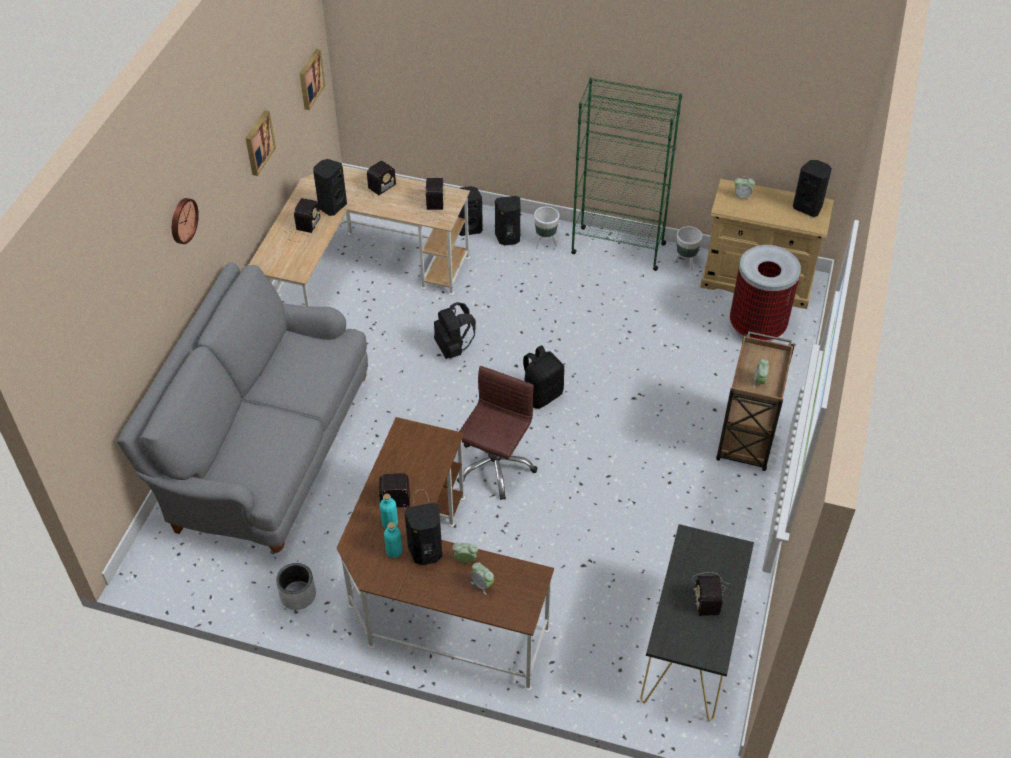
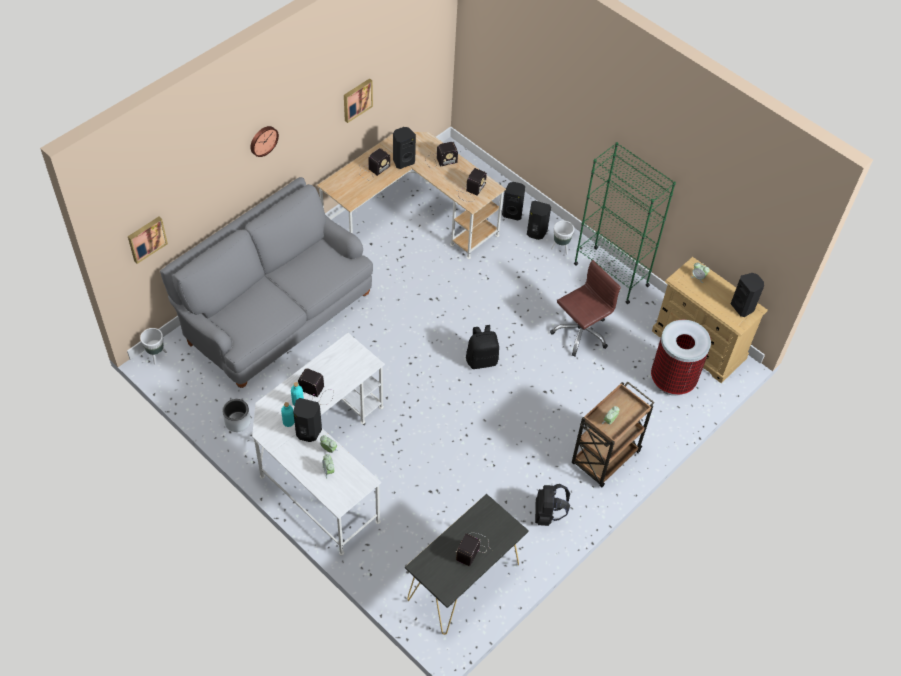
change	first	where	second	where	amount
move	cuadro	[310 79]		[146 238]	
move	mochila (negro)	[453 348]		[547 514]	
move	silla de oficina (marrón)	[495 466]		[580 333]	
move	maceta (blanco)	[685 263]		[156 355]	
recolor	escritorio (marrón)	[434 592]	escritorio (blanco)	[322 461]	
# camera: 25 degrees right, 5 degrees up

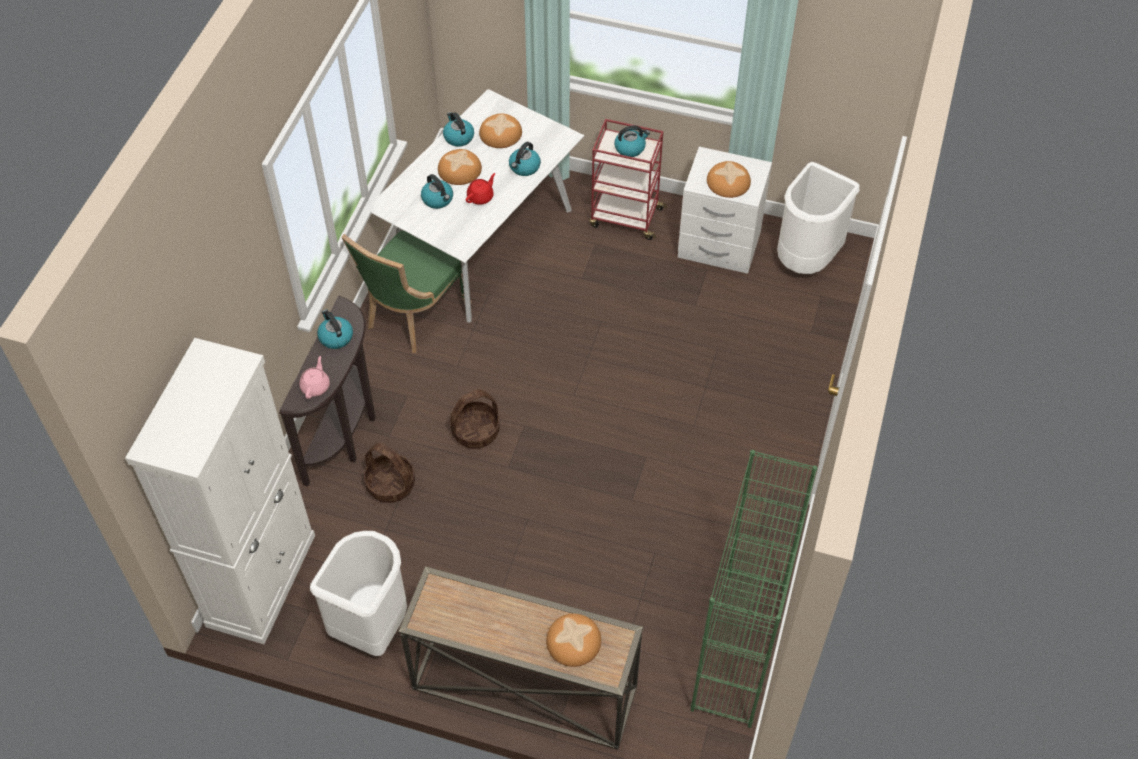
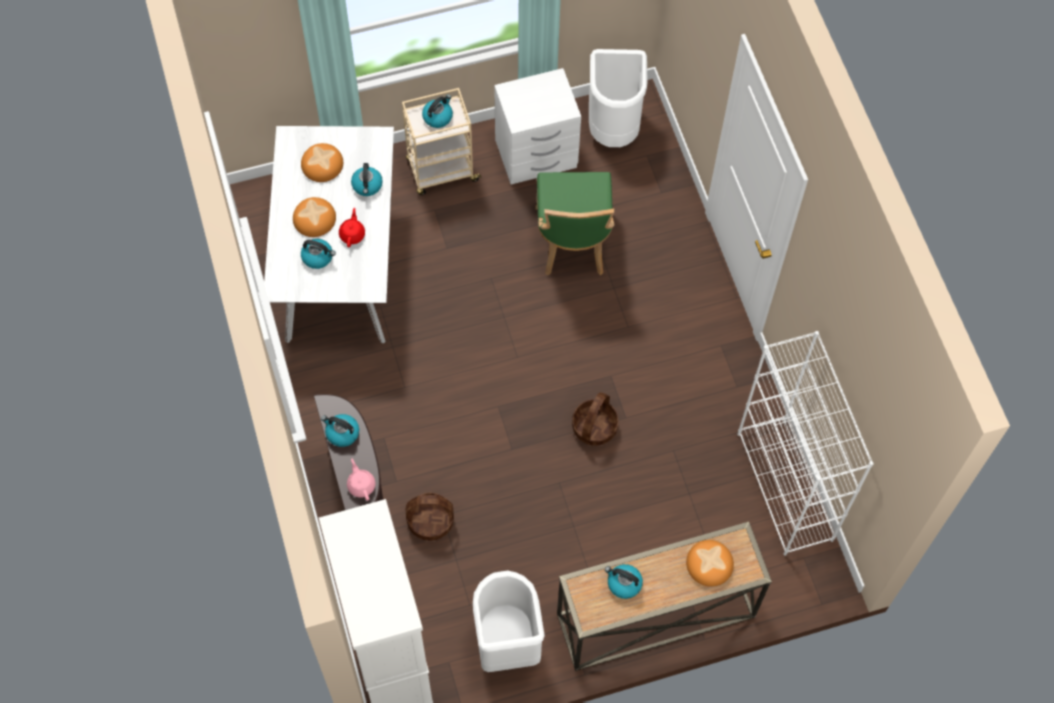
change	first	where	second	where	amount
delete	pan	[727 182]			
move	silla (verde)	[413 315]		[573 243]	
move	hervidor	[458 137]		[623 583]	
move	cesta	[475 432]		[594 427]	
recolor	carrito (rojo)	[625 217]	carrito (beis)	[441 171]	
recolor	estantería (verde)	[739 649]	estantería (blanco)	[785 487]	
# camera: 35 degrees left, 10 degrees up

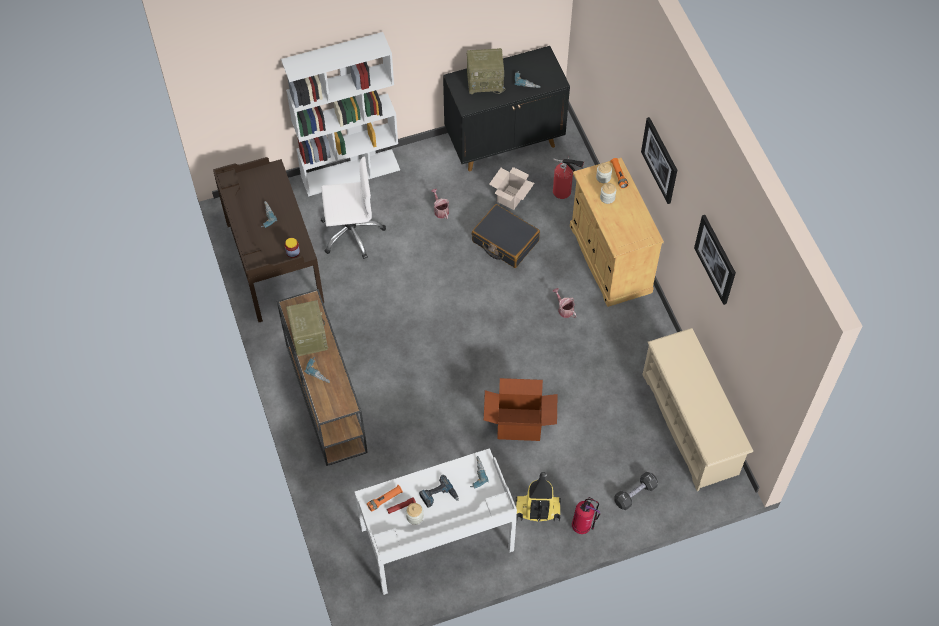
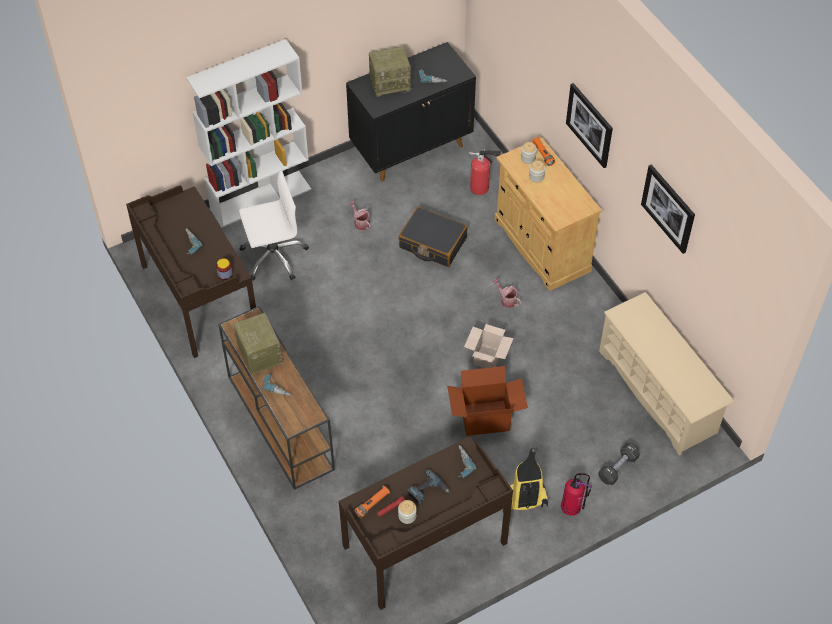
change	first	where	second	where	amount
move	caja de cartón	[511 197]		[487 356]	
recolor	escritorio (blanco)	[437 540]	escritorio (marrón)	[425 545]	
# camera: 10 degrees left, 5 degrees down

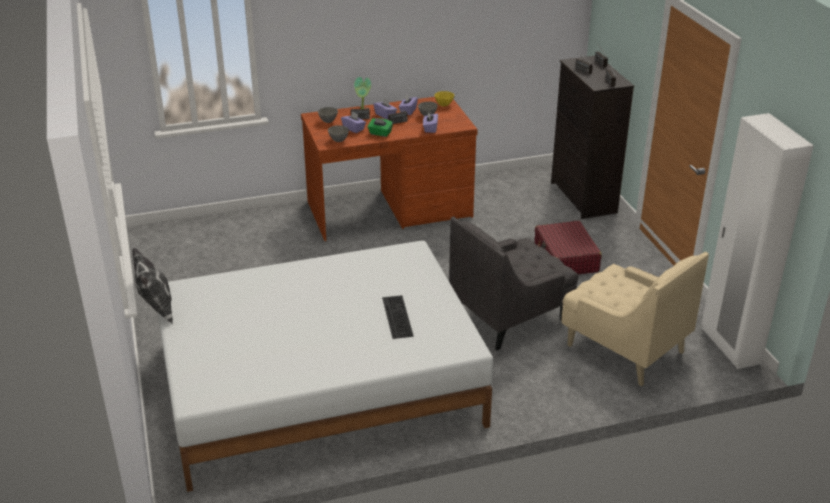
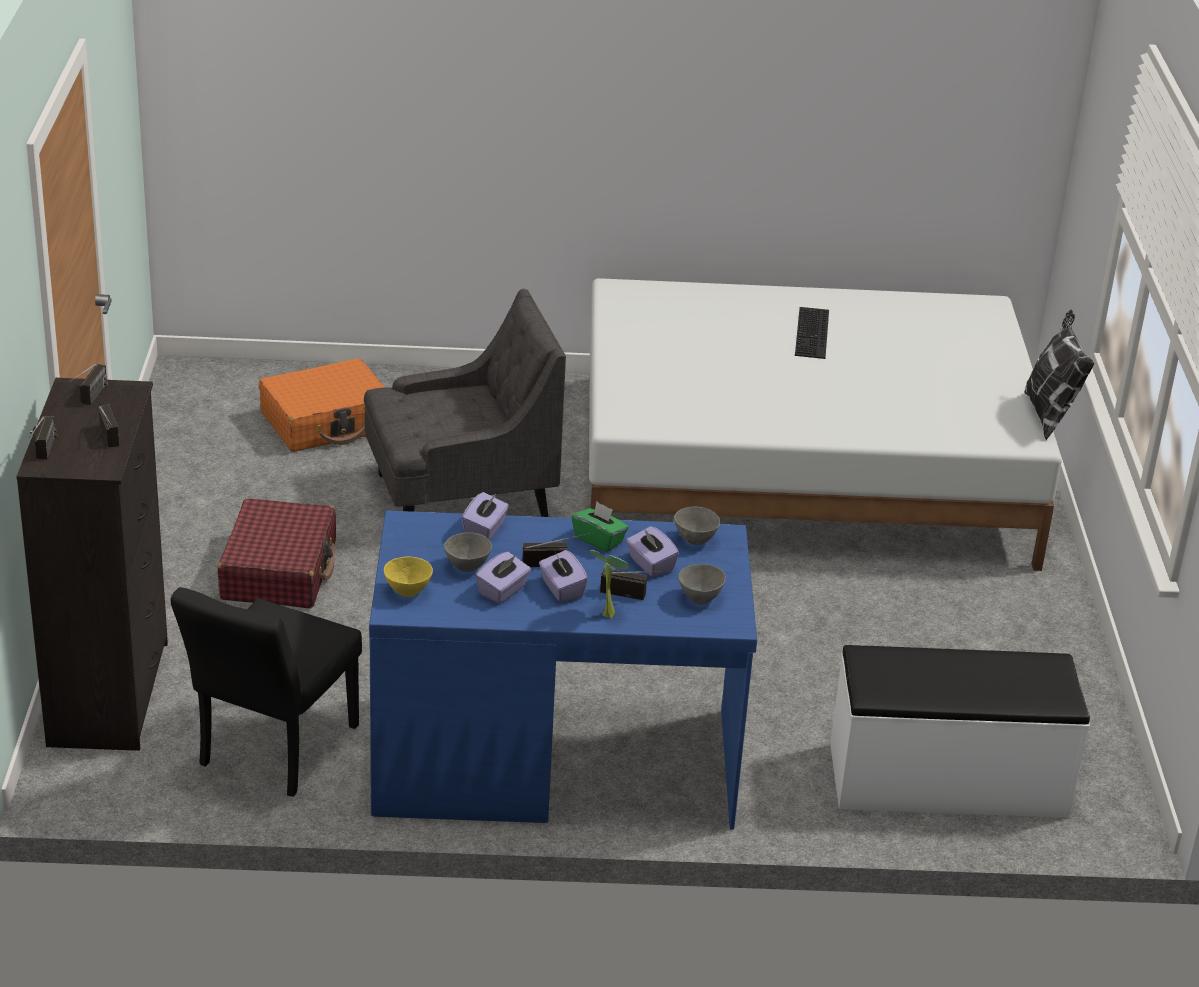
change	first	where	second	where	amount
delete	armario ropero (blanco)	[730 346]			
insert			silla (negro)	[271 752]	
insert			banco (blanco)	[947 781]	
move	teclado	[396 316]		[814 333]	
replace	sillón (beis)	[623 348]	maleta (naranja)	[327 422]	
recolor	escritorio (marrón)	[390 210]	escritorio (azul)	[553 760]	
# camera: 165 degrees left, 0 degrees up

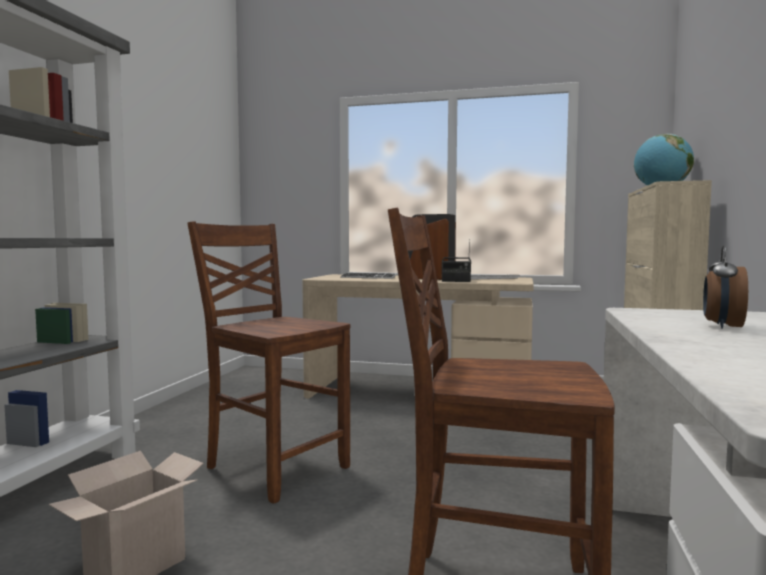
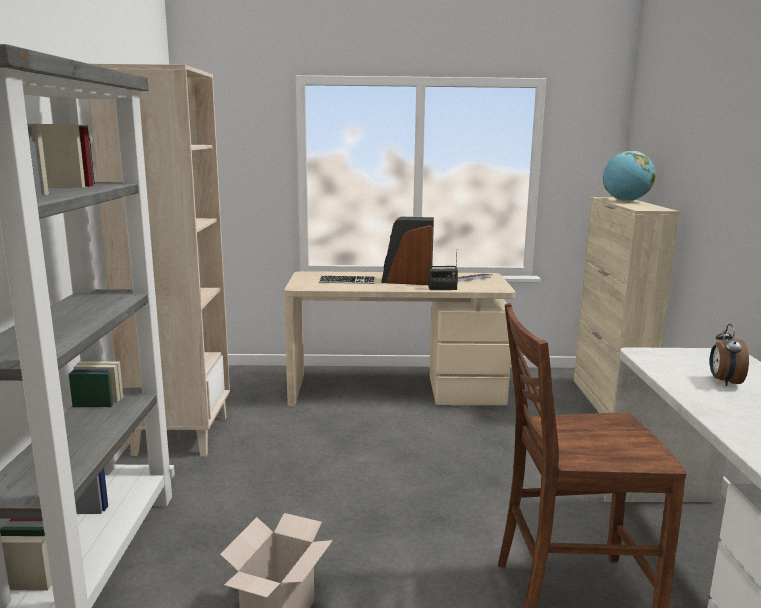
change	first	where	second	where	amount
delete	silla (marrón)	[275 467]			
insert			estantería (beis)	[181 435]	
# camera: 15 degrees left, 10 degrees up

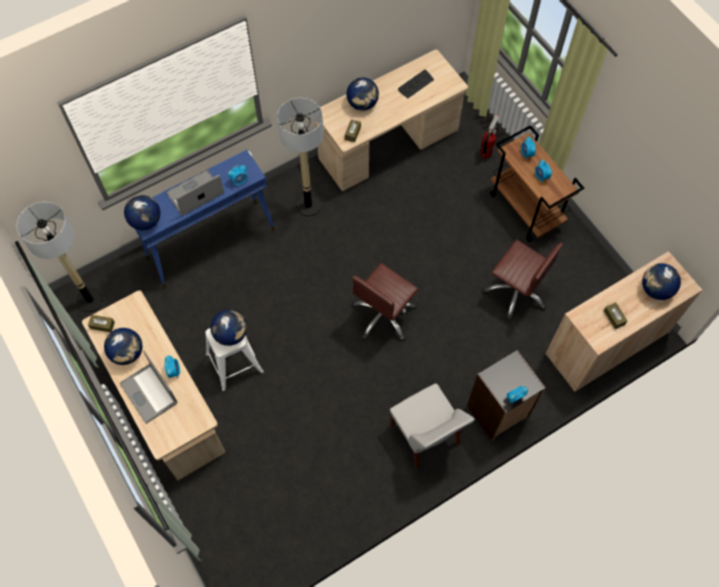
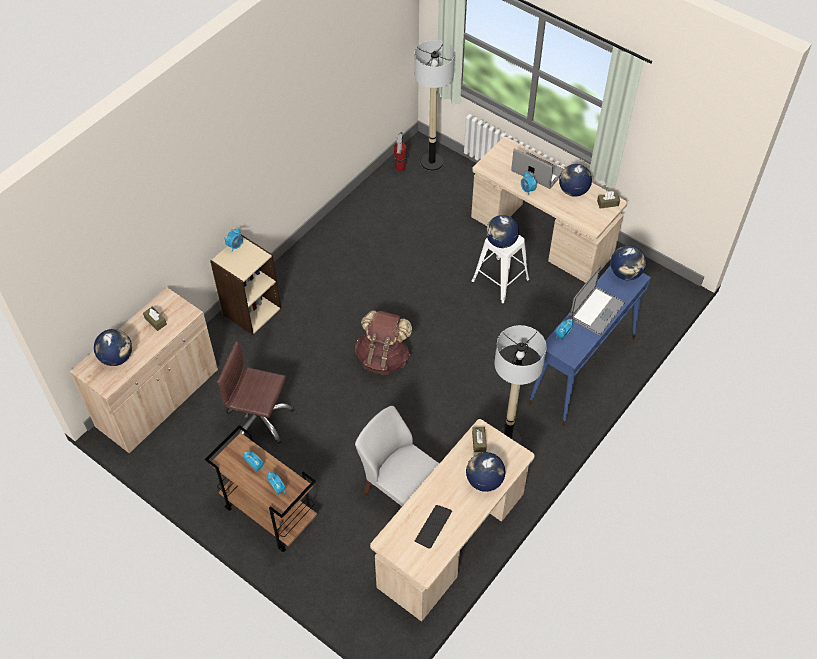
change	first	where	second	where	amount
move	lámpara de pie	[90 300]		[431 162]	
move	silla (blanco)	[425 436]		[399 489]	
move	extintor	[486 154]		[400 168]	
replace	silla de oficina (marrón)	[383 315]	mochila (marrón)	[383 358]	
recolor	estantería (negro)	[498 412]	estantería (beis)	[251 311]	
# camera: 160 degrees right, 10 degrees down

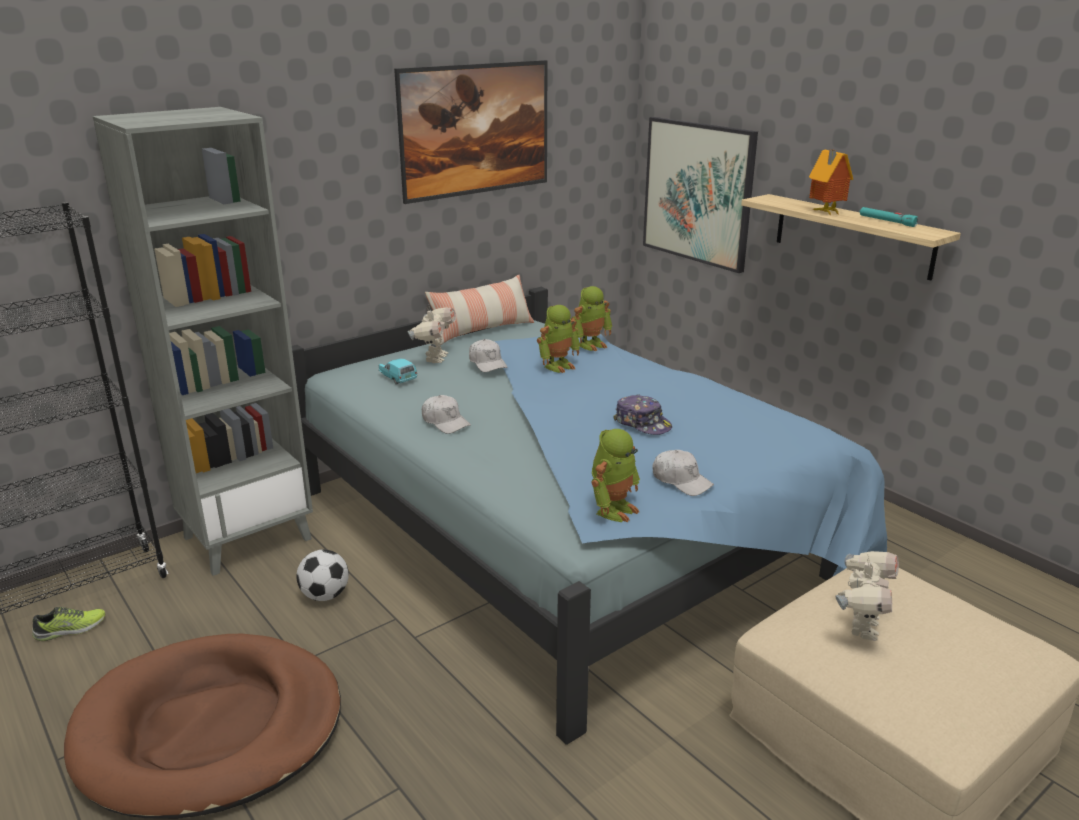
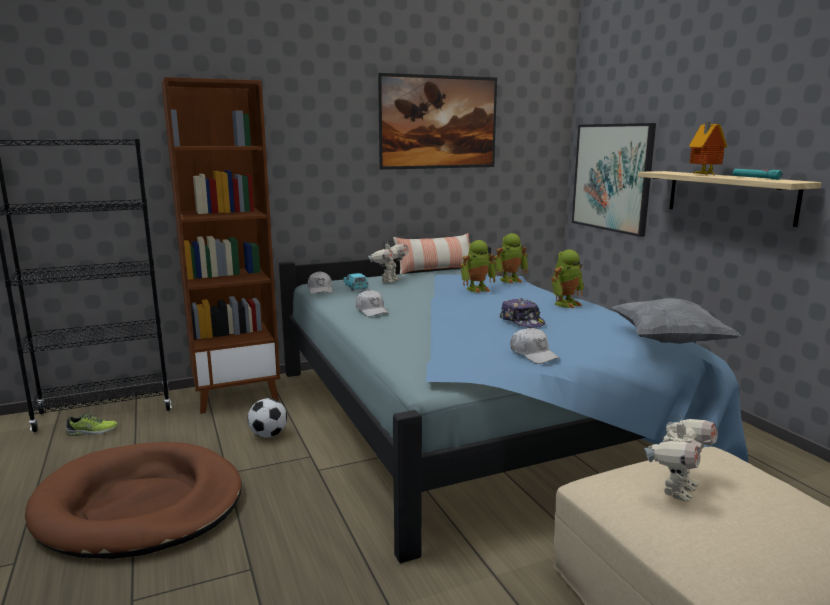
change	first	where	second	where	amount
insert			cojín (gris)	[669 341]	
move	gorra (blanco)	[487 363]		[320 290]	
move	robot de juguete	[613 509]		[565 304]	
recolor	estantería (gris)	[248 537]	estantería (marrón)	[237 394]	
# camera: 15 degrees right, 10 degrees down

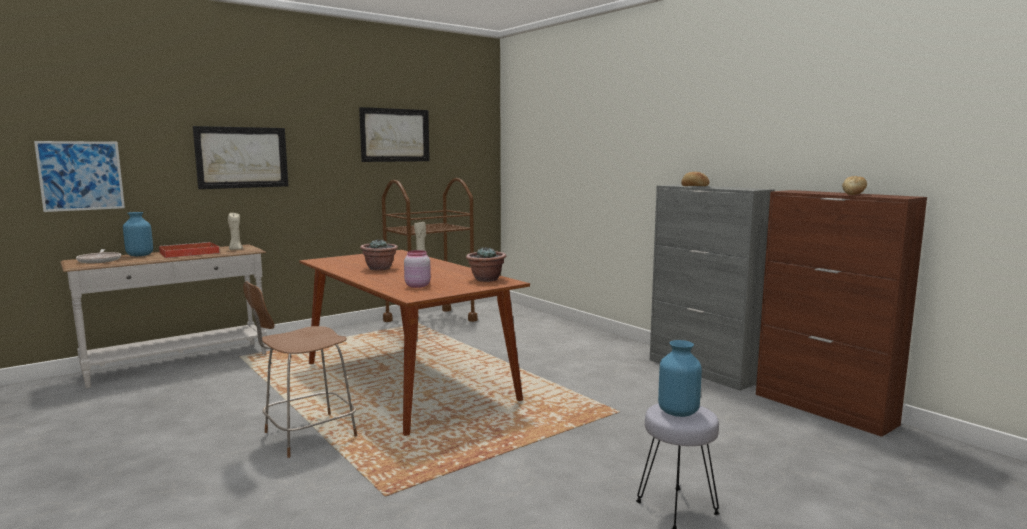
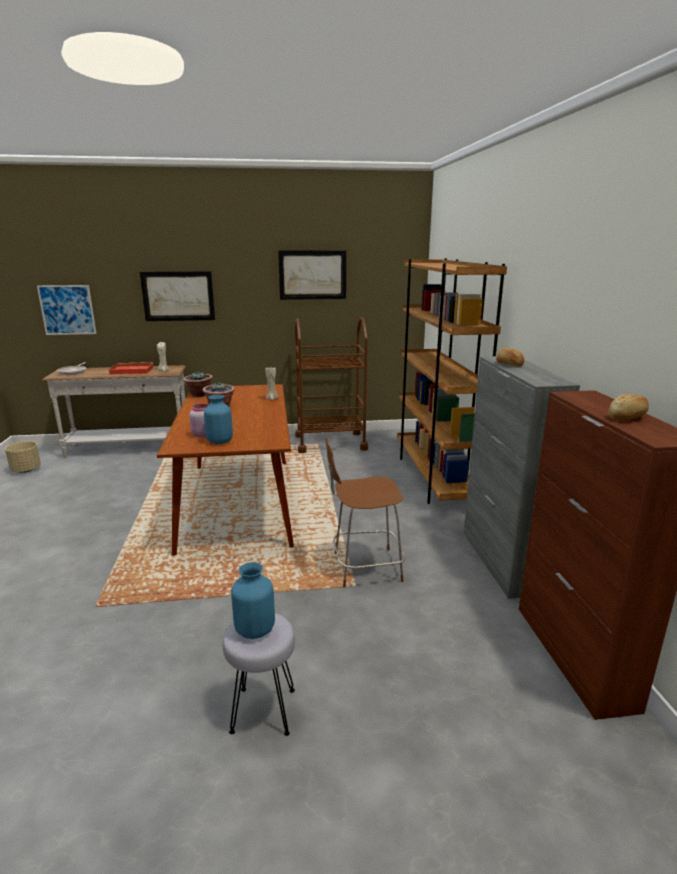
change	first	where	second	where	amount
insert			maceta (beis)	[26 470]	
insert			estantería (marrón)	[434 478]	
move	florero (azul)	[140 255]		[220 441]	
move	silla (marrón)	[306 435]		[364 567]	
move	planta en maceta	[486 279]		[199 394]	
# camera: 30 degrees right, 10 degrees up

